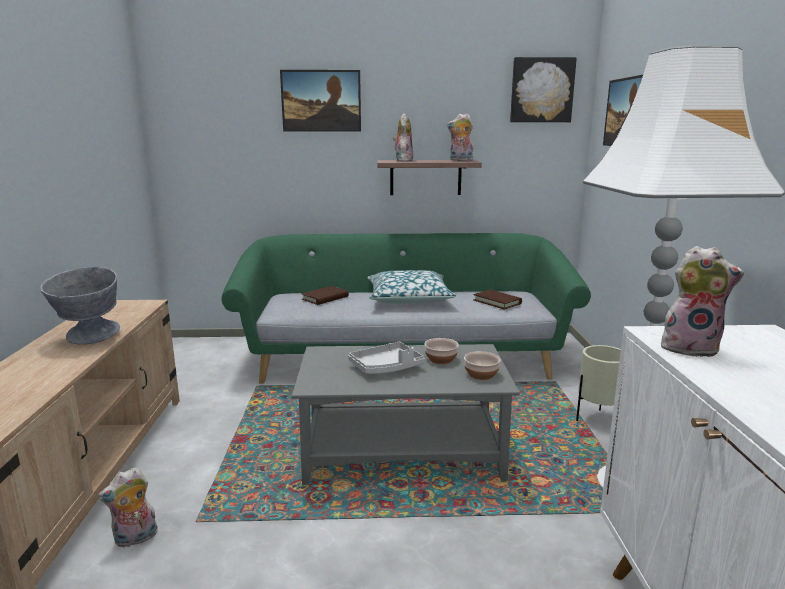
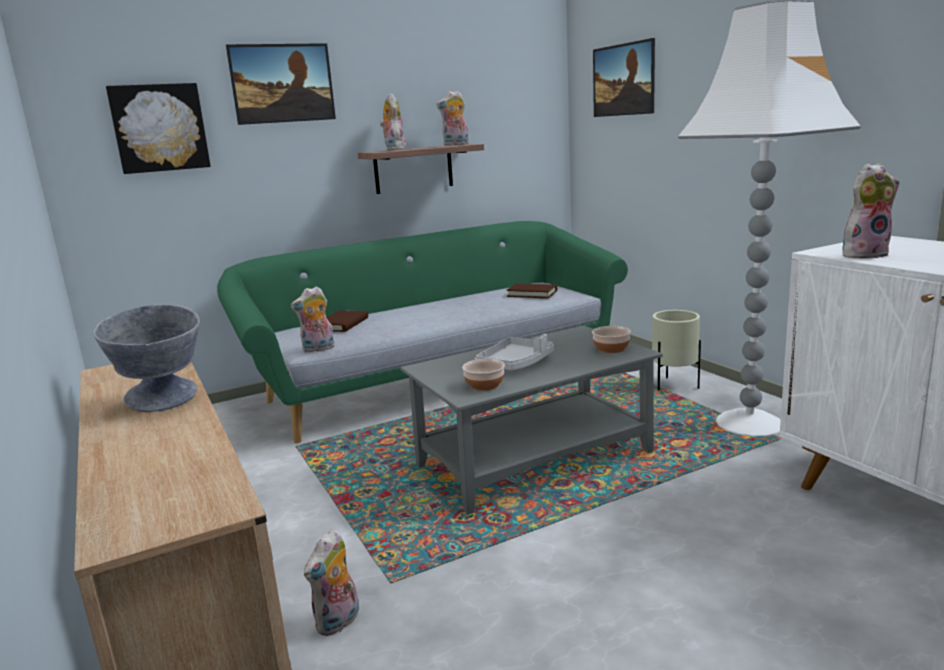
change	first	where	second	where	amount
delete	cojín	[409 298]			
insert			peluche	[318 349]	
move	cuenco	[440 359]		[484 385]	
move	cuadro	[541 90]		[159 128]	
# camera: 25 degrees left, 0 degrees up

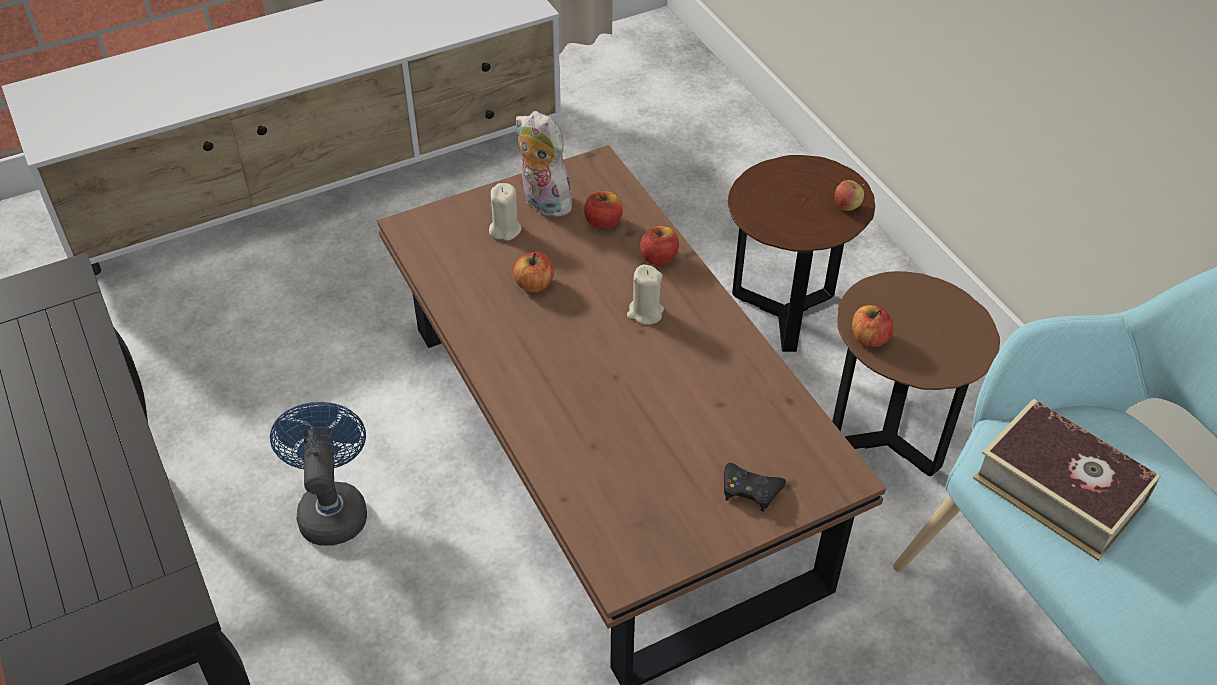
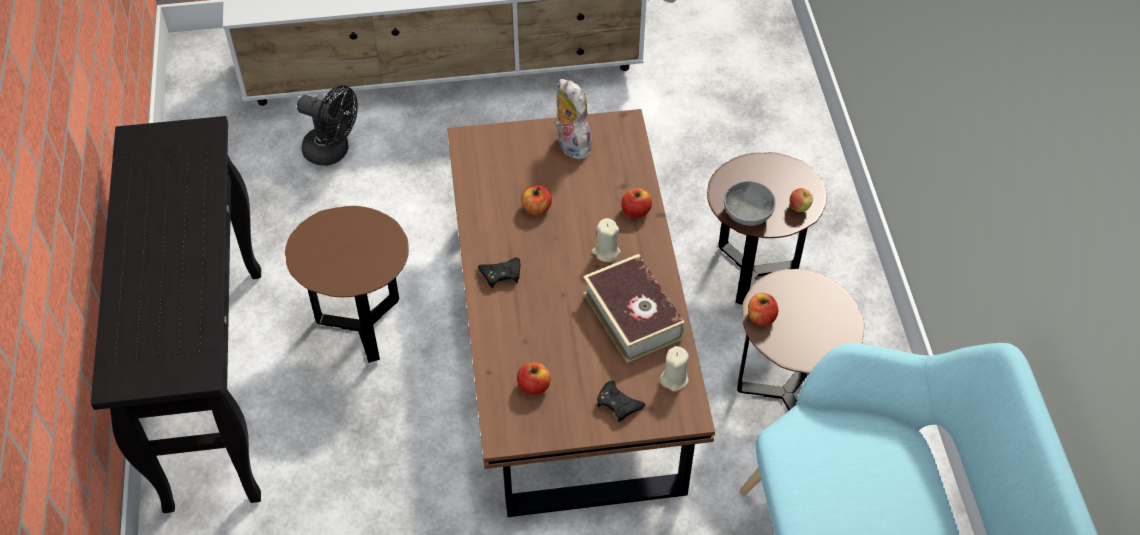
change	first	where	second	where	amount
insert			ventilador (negro)	[333 152]	
insert			mando de consola (negro)	[501 274]	
insert			cuenco (gris)	[747 214]	
move	vela (beis)	[505 229]		[674 379]	
move	manzana	[603 222]		[534 386]	
move	libro	[1059 490]		[633 316]	
replace	ventilador (azul)	[332 507]	mesa auxiliar (marrón)	[362 327]	
# camera: 20 degrees right, 5 degrees up

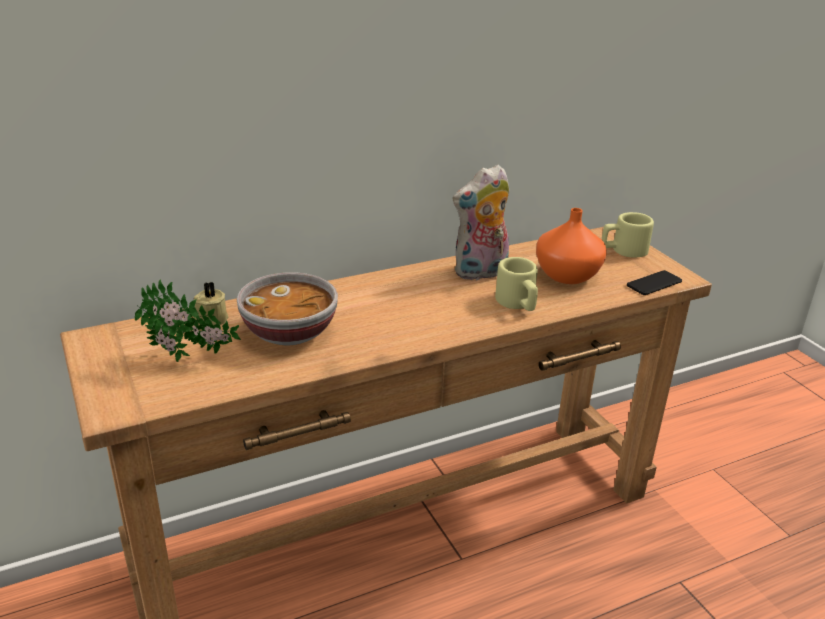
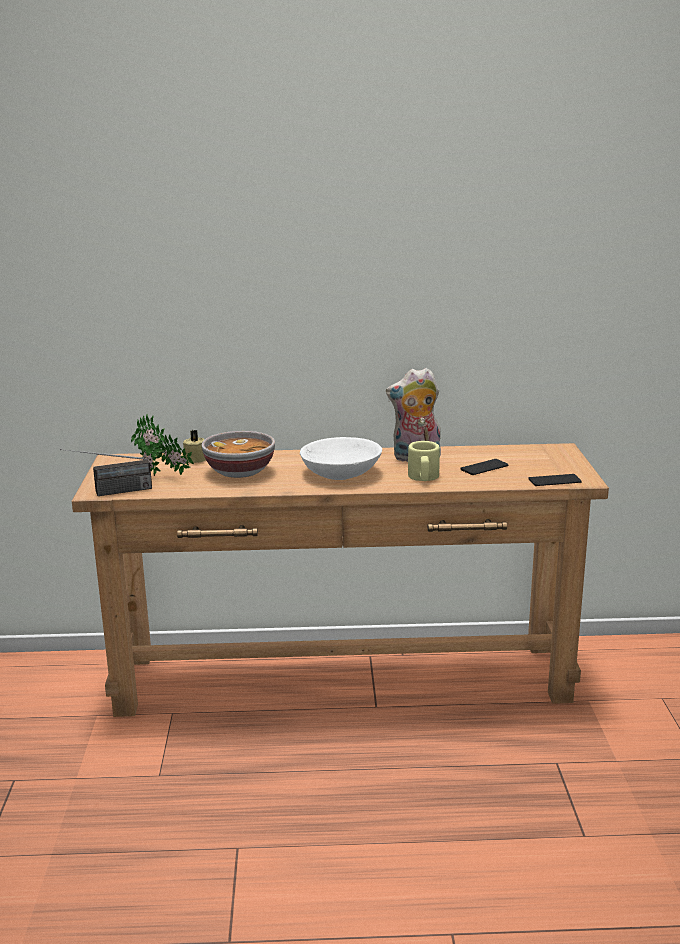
change	first	where	second	where	amount
delete	taza grande (beis)	[623 250]			
insert			radio	[109 493]	
insert			cuenco (blanco)	[341 473]	
replace	florero (naranja)	[566 275]	móvil	[484 468]	
# camera: 25 degrees right, 10 degrees down

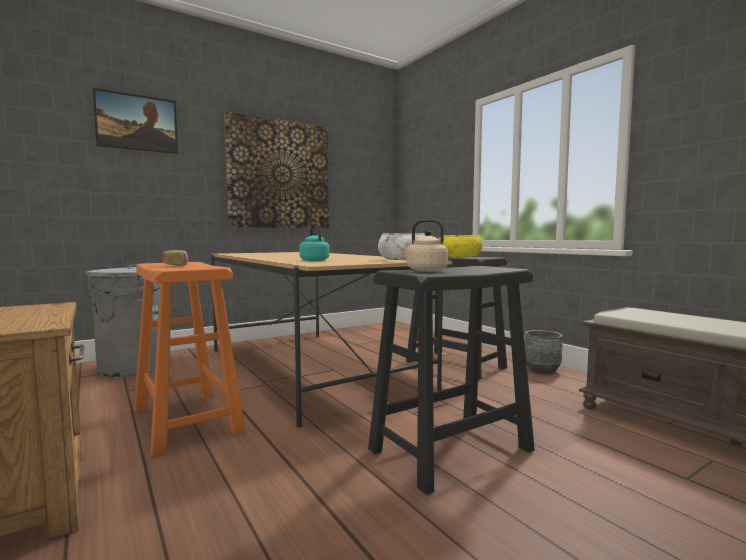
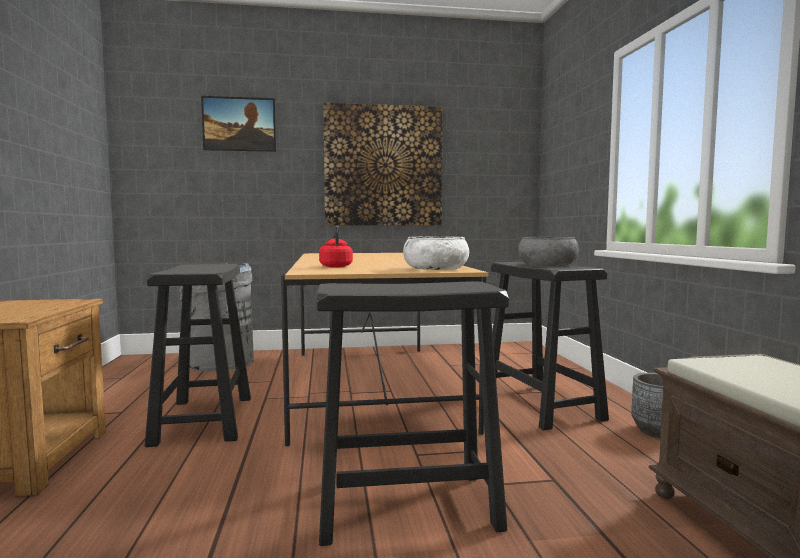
change	first	where	second	where	amount
delete	pan	[176 265]			
delete	hervidor (beis)	[424 270]			
recolor	taburete (naranja)	[186 420]	taburete (negro)	[204 419]	
recolor	hervidor (turquesa)	[314 260]	hervidor (rojo)	[336 266]	
recolor	cuenco (amarillo)	[459 256]	cuenco (gris)	[547 265]	
# camera: 25 degrees right, 0 degrees up

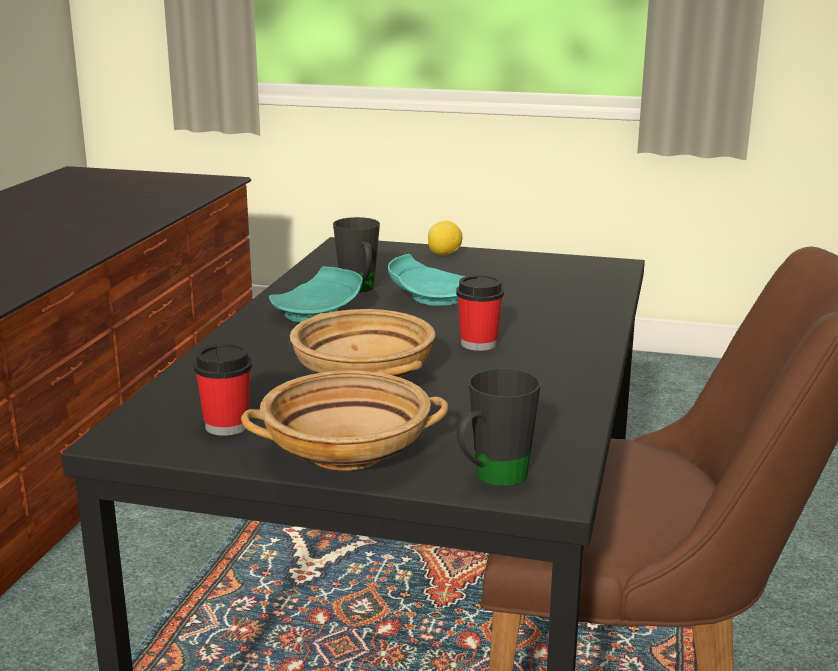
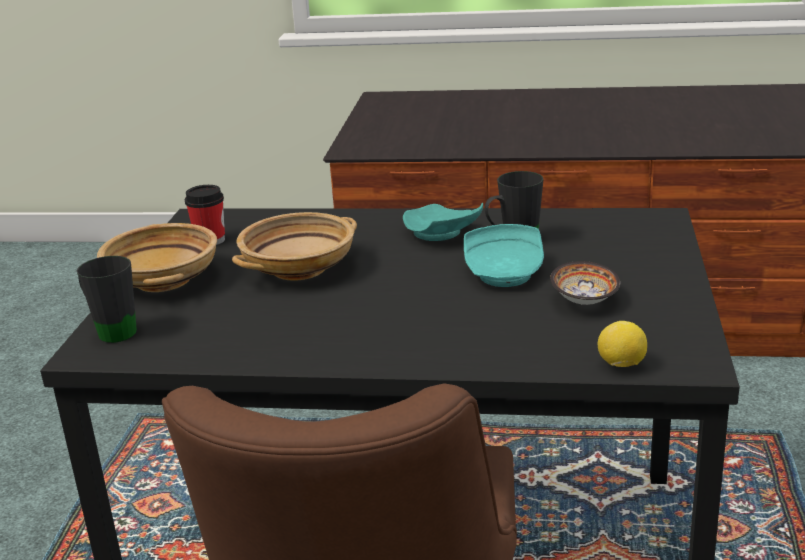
change	first	where	second	where	amount
delete	taza	[478 344]			
insert			cuenco	[584 300]	
move	limón	[445 255]		[621 365]	
# camera: 85 degrees right, 5 degrees up

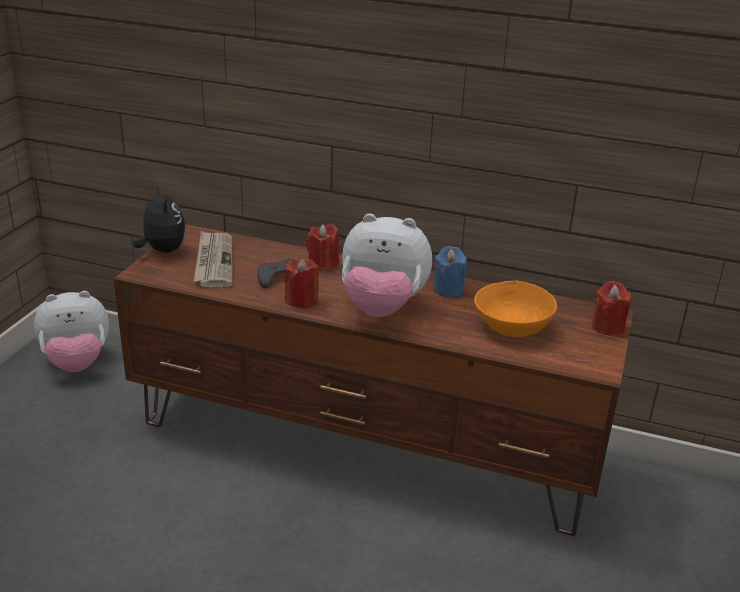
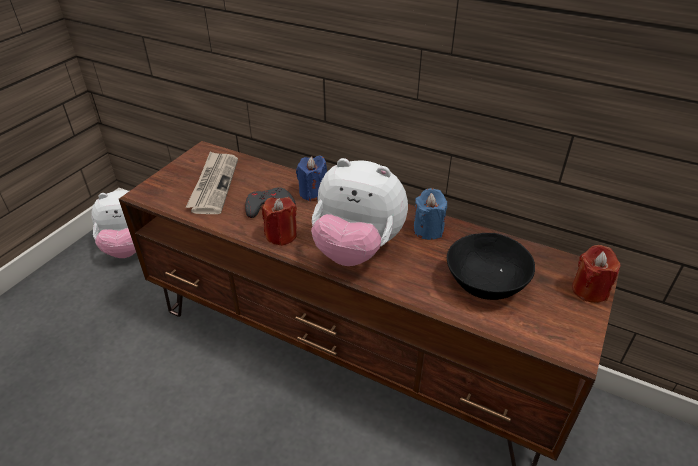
change	first	where	second	where	amount
delete	peluche	[162 250]			
recolor	vela (rojo)	[323 264]	vela (azul)	[313 193]	
recolor	cuenco (naranja)	[512 327]	cuenco (negro)	[485 283]	
# camera: 10 degrees right, 10 degrees up

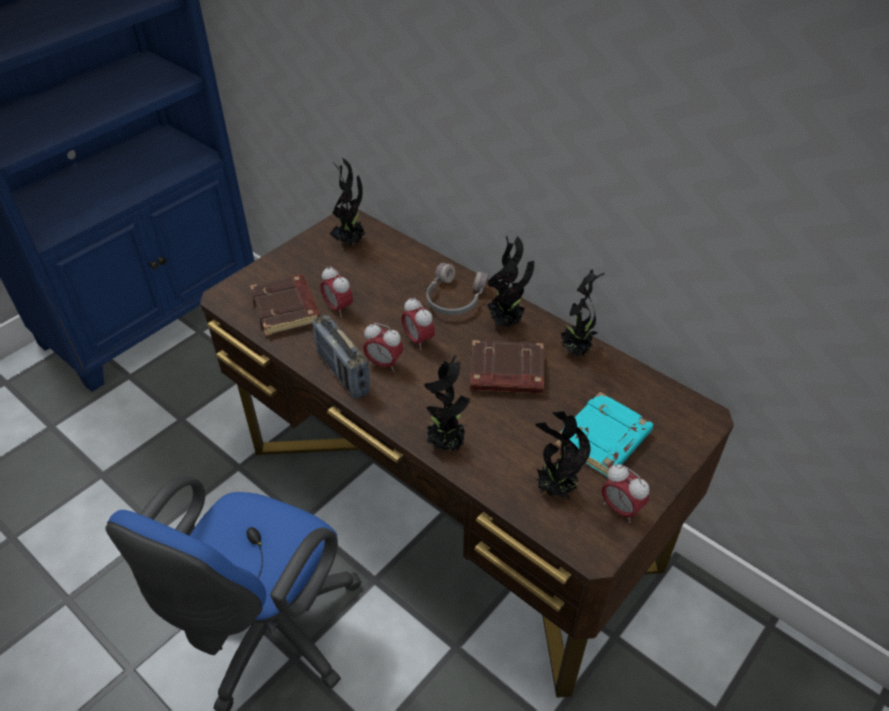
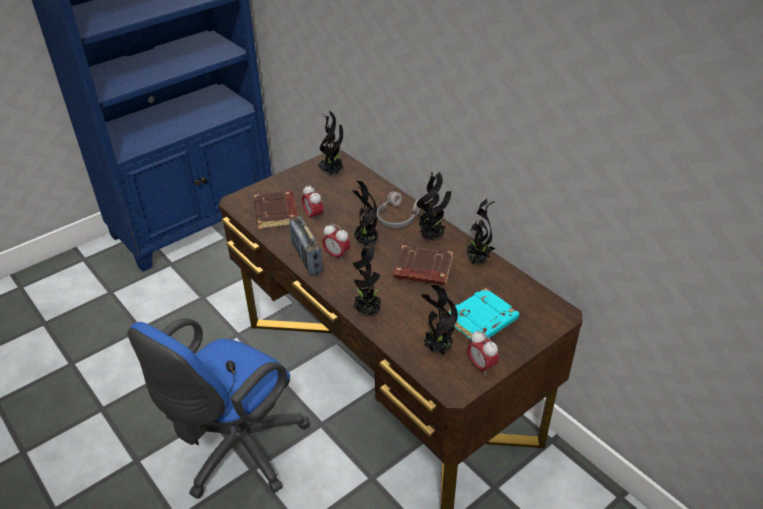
change	first	where	second	where	amount
replace	despertador	[418 340]	planta en maceta	[365 242]	
# camera: 10 degrees right, 5 degrees down

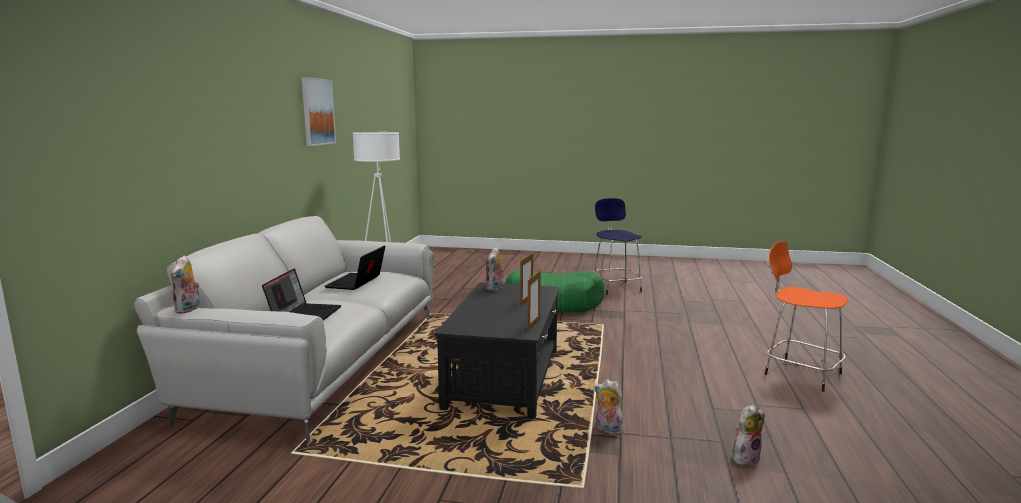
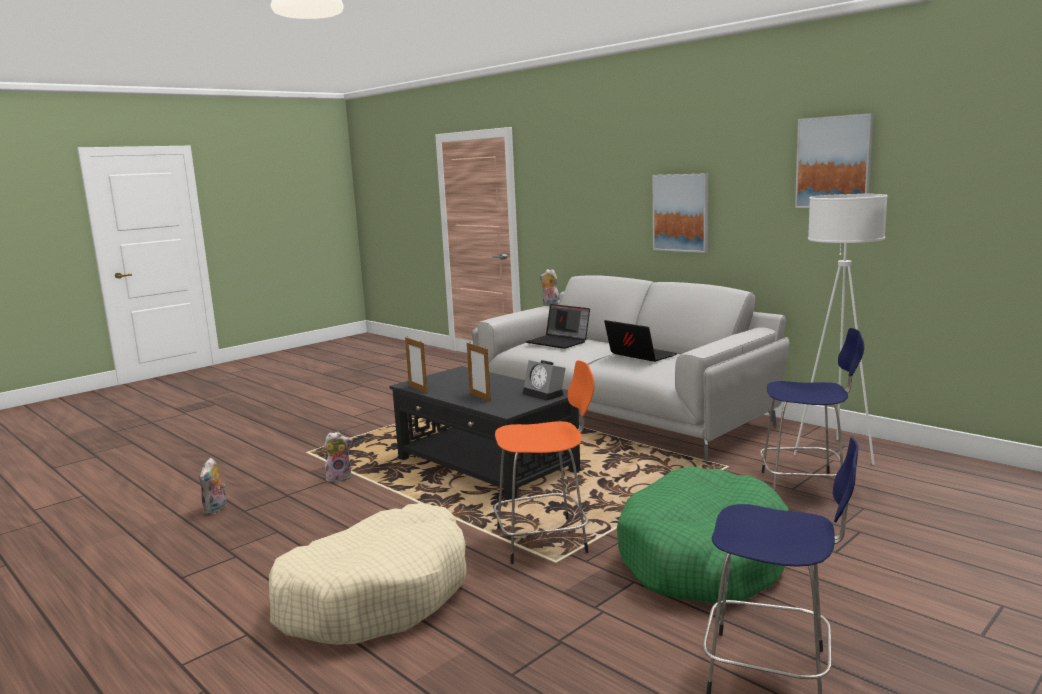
change	first	where	second	where	amount
insert			cama para perro (beis)	[376 595]	
insert			cuadro	[681 212]	
insert			taburete (azul)	[805 485]	
move	taburete (naranja)	[800 373]		[545 540]	
replace	peluche	[495 288]	despertador	[545 394]	
# camera: 125 degrees right, 0 degrees up

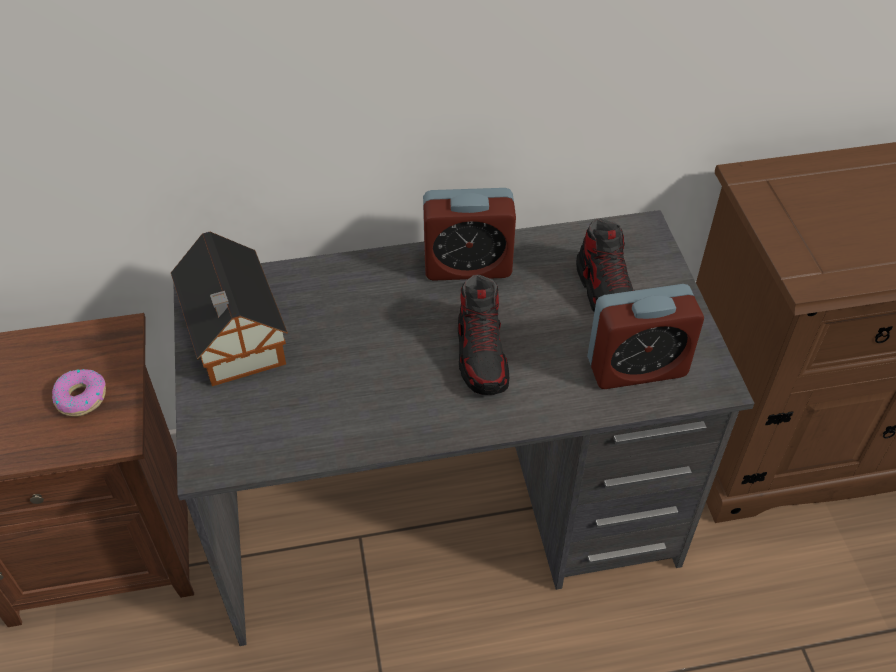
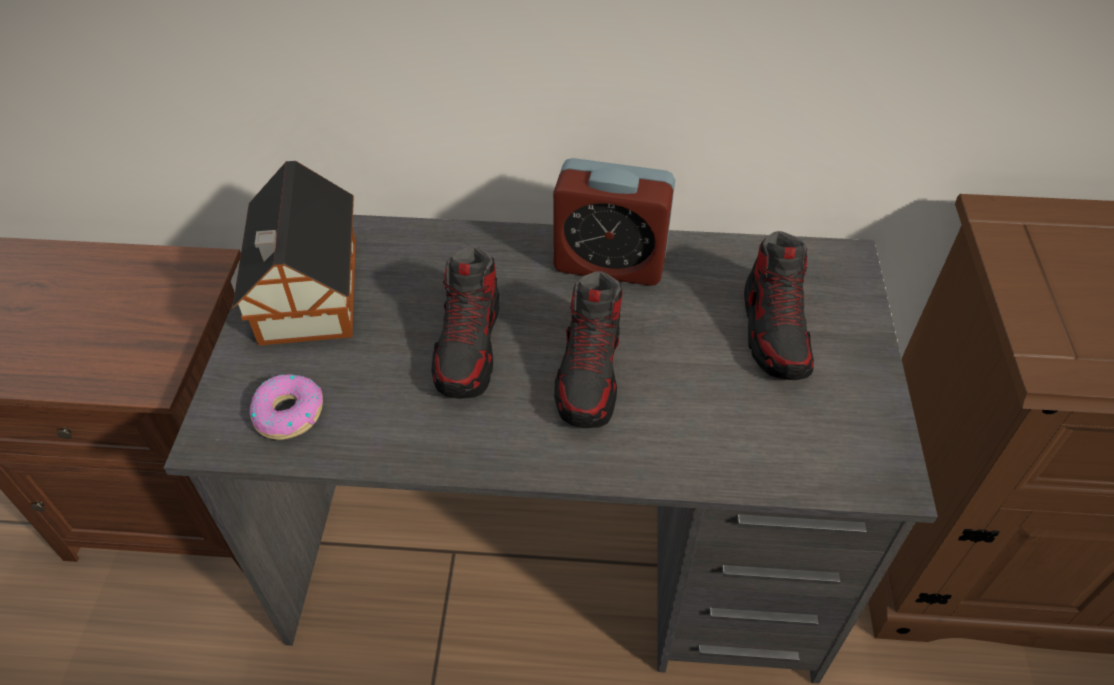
change	first	where	second	where	amount
delete	despertador	[636 367]			
insert			zapato	[469 347]	
move	rosquilla	[81 397]		[288 413]	
# camera: 15 degrees right, 0 degrees up

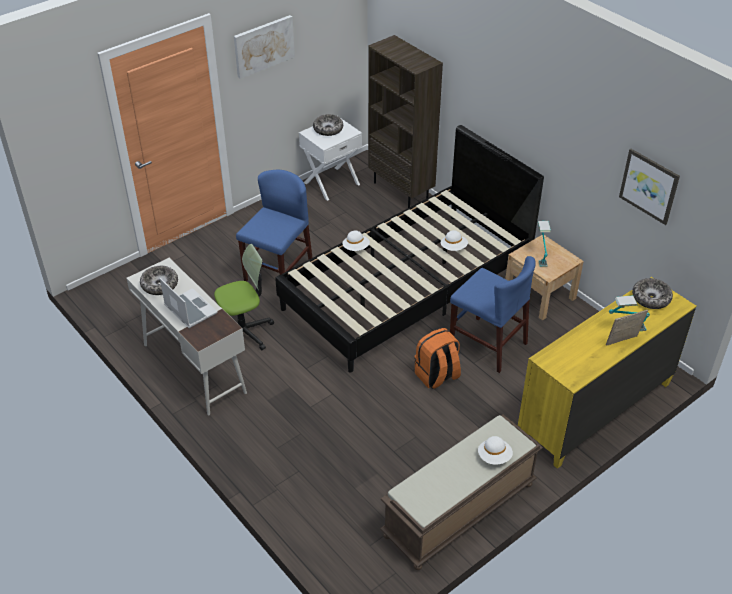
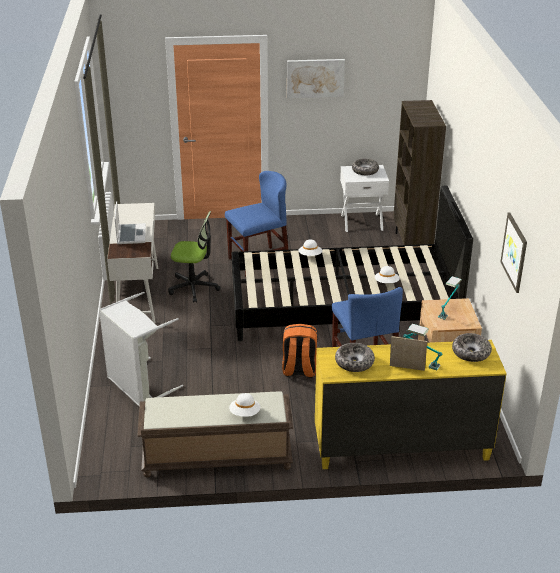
change	first	where	second	where	amount
insert			cesto de la ropa (gris)	[138 385]	
move	cuenco	[159 285]		[354 362]	
# camera: 35 degrees right, 10 degrees down

